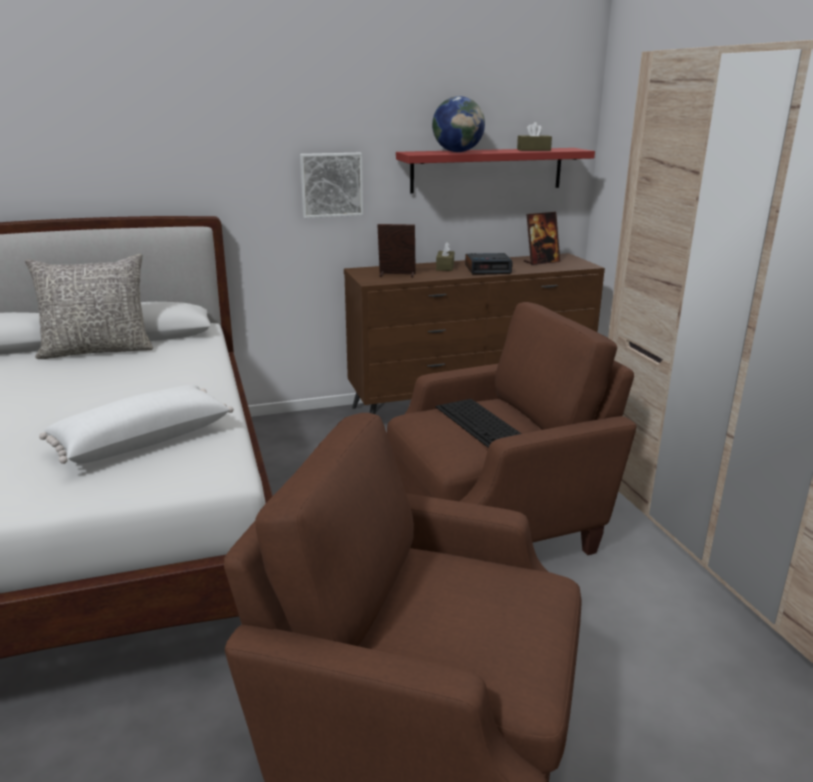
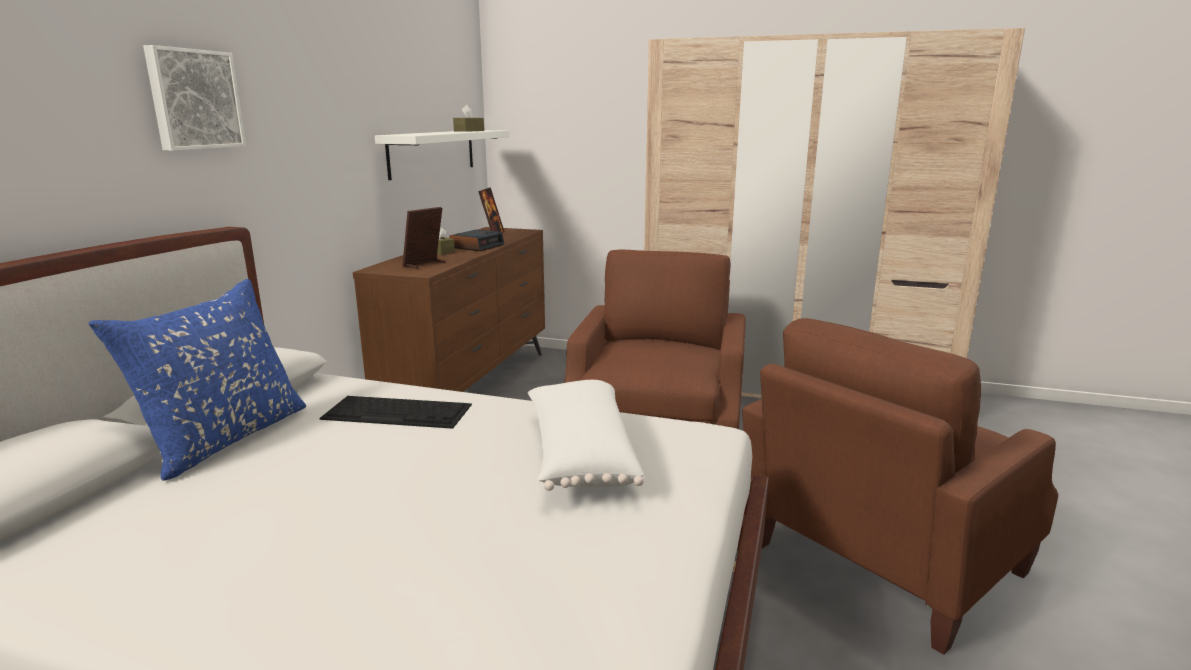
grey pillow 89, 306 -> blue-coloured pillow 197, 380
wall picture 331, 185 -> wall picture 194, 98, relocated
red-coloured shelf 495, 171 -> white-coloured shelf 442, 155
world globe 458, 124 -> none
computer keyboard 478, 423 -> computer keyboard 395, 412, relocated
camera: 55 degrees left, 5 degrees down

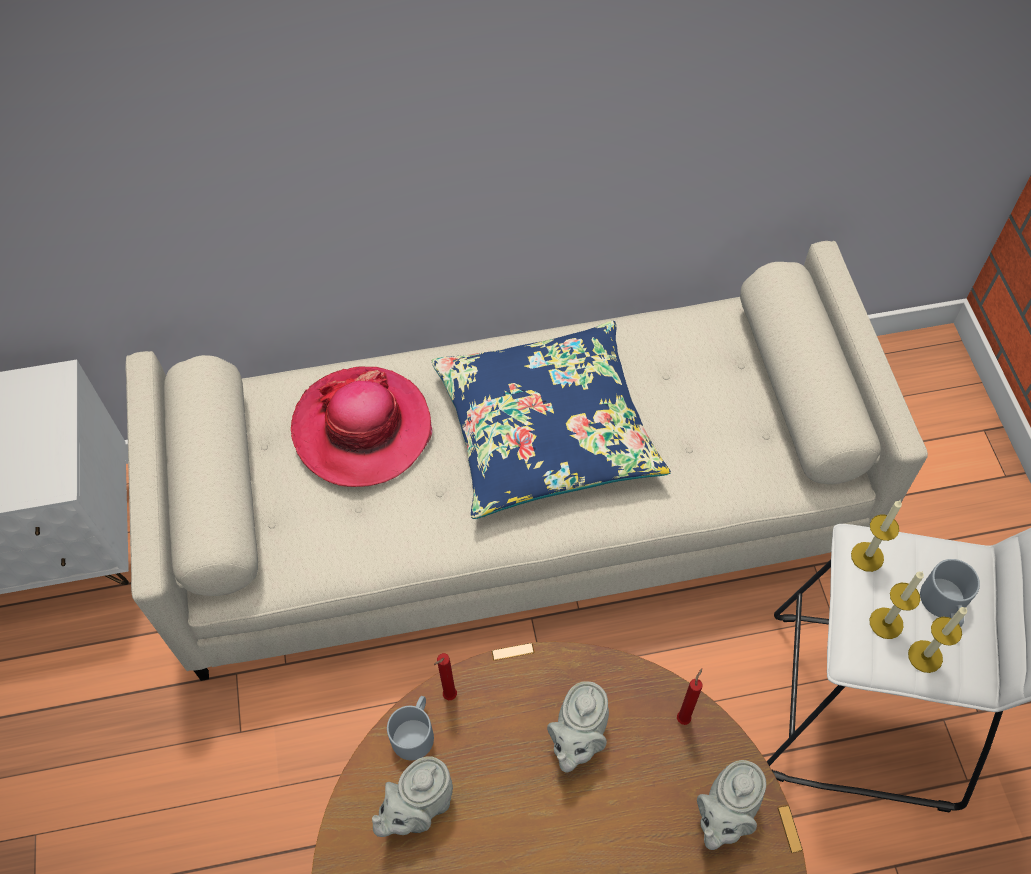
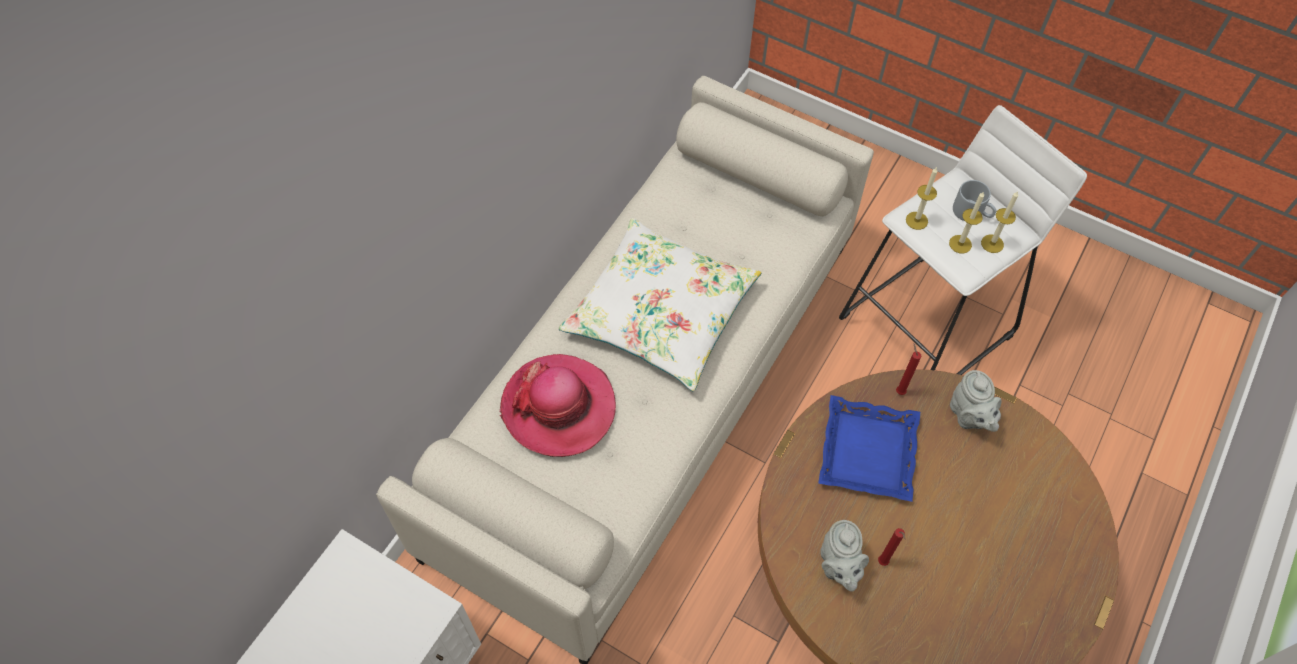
grey tea mug 410, 728 -> none
blue-coloured pillow 551, 420 -> white-coloured pillow 660, 304
red-coloured wax light 445, 676 -> red-coloured wax light 892, 547, relocated
grey teapot 578, 727 -> blue-coloured carrying tray 869, 448
camera: 50 degrees left, 0 degrees up

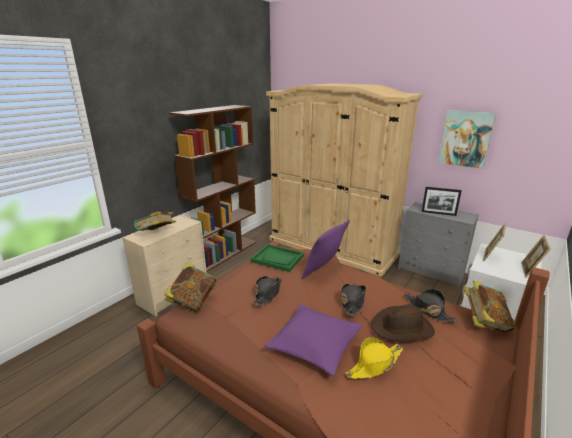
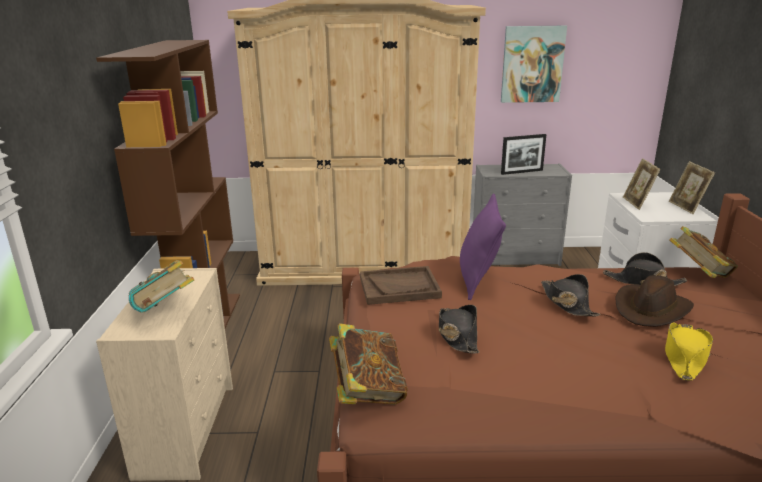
greenish carrying tray 277, 258 -> brown carrying tray 401, 285
purplish pillow 313, 340 -> none
camera: 35 degrees left, 0 degrees up

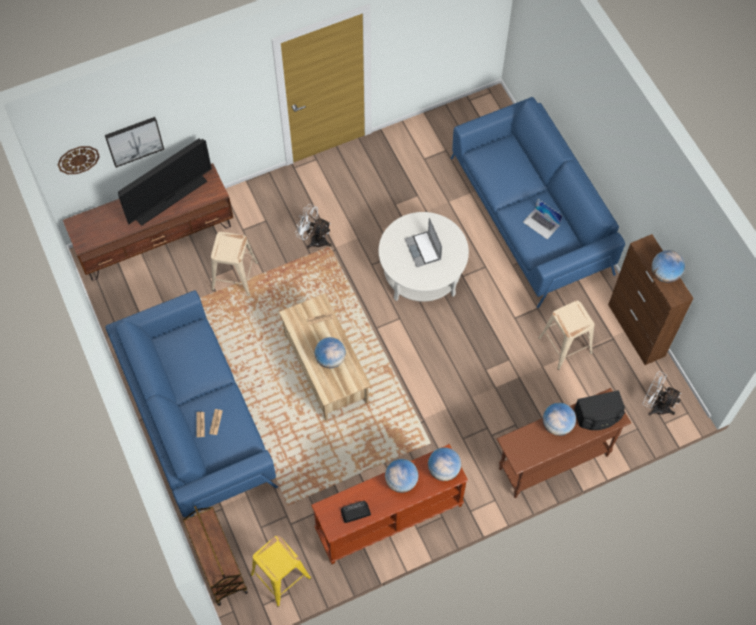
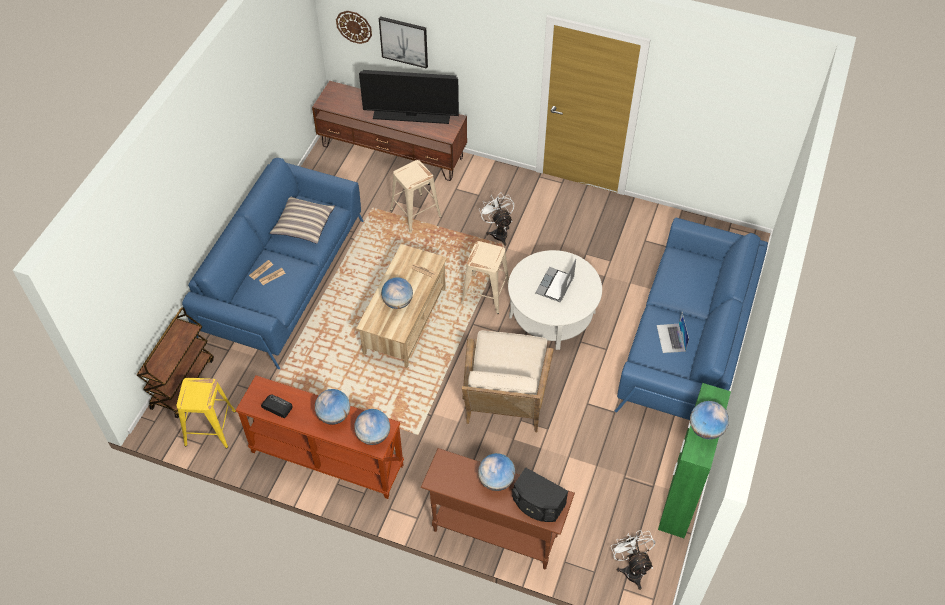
sand-coloured stool seat 566, 335 -> sand-coloured stool seat 485, 277, relocated
brown storage cabinet 650, 299 -> greenish storage cabinet 694, 460
none -> pillow 302, 220
none -> sand-coloured easy chair 508, 381
camera: 45 degrees right, 10 degrees down

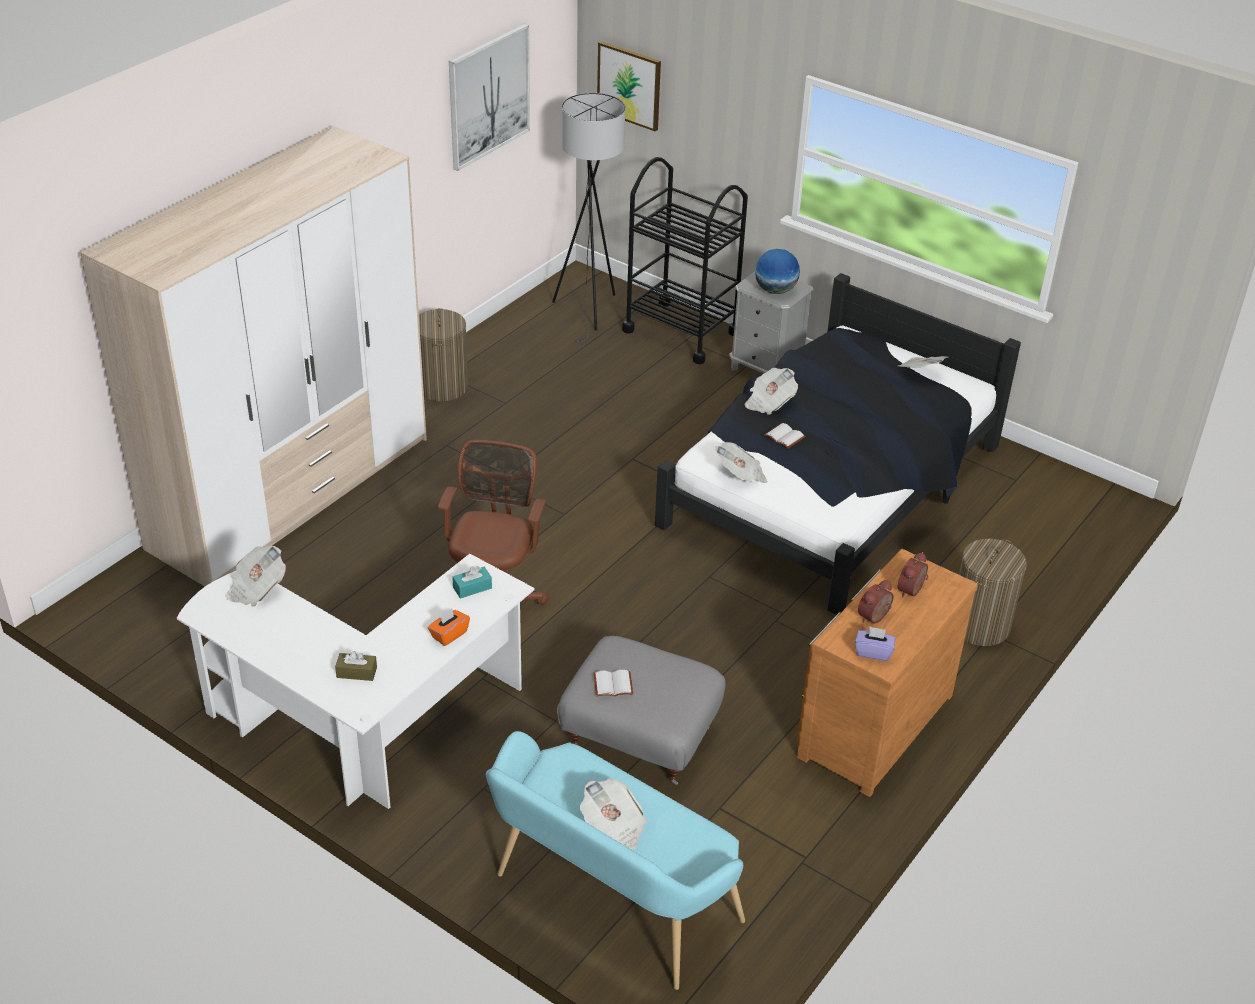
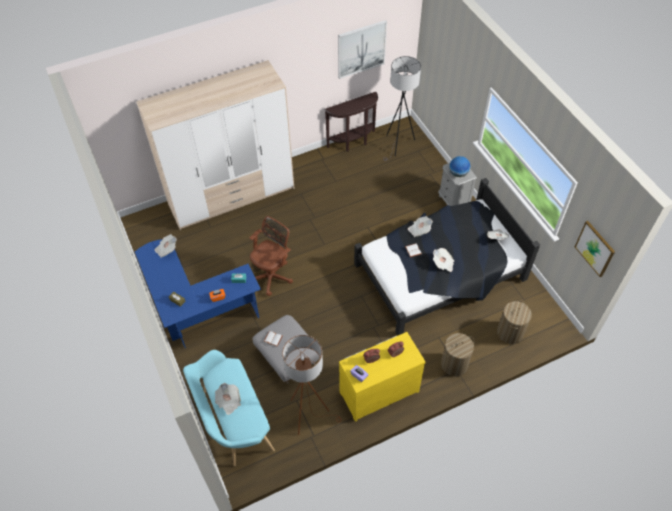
white-coloured desk unit 356, 681 -> blue-coloured desk unit 198, 293
laundry basket 443, 355 -> laundry basket 514, 322, relocated
wall picture 629, 86 -> wall picture 595, 249, relocated
blackish cart 685, 260 -> none
newspaper 741, 462 -> newspaper 443, 260, relocated
brown drawer chest 887, 673 -> yellow-coloured drawer chest 382, 377
none -> brown floor lamp 312, 385
none -> brown narrow table 351, 122
camera: 30 degrees right, 15 degrees up

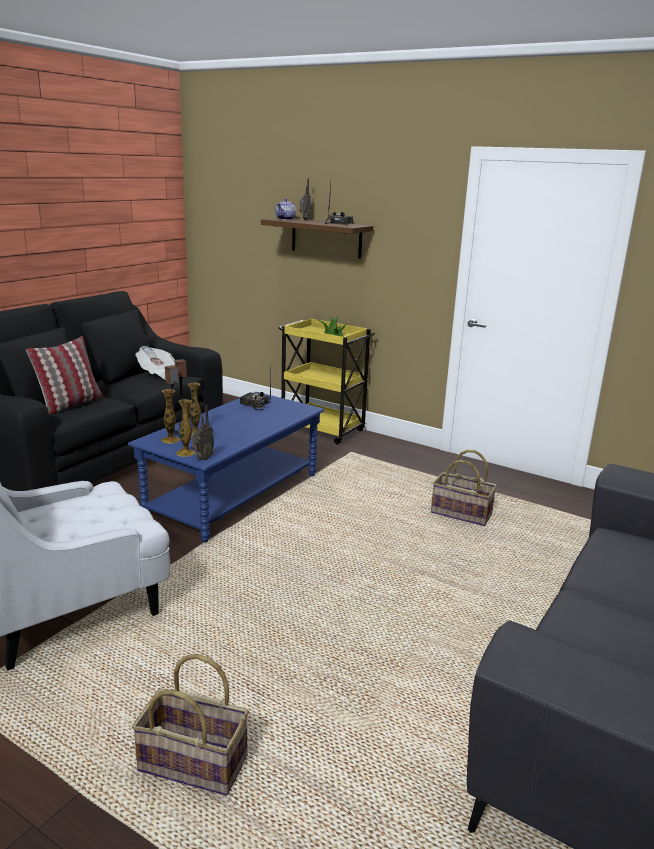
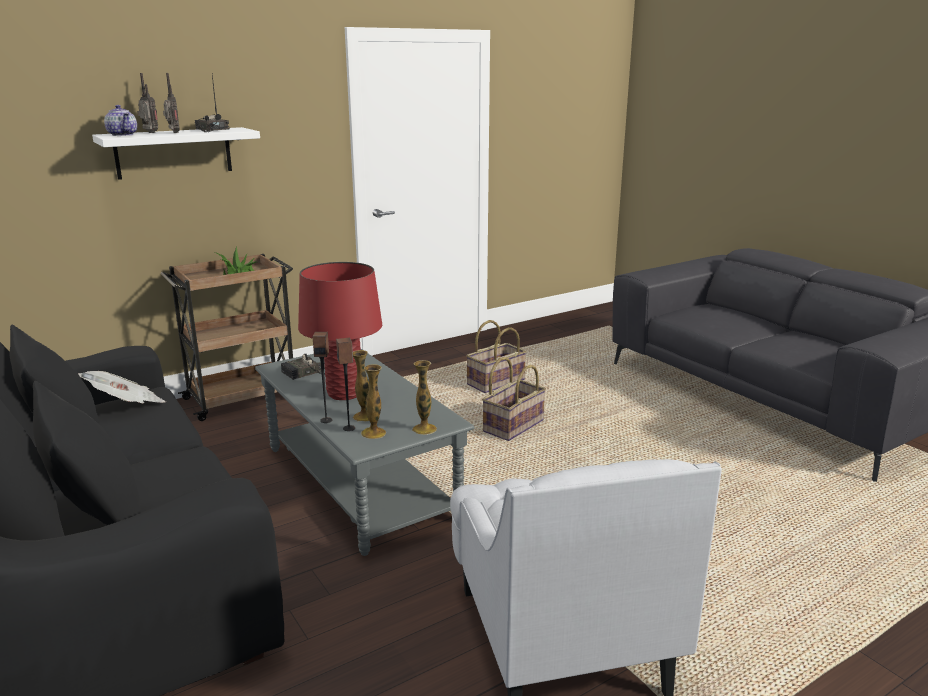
pillow 64, 375 -> none
blue-coloured coffee table 226, 467 -> grey coffee table 365, 452
basket 190, 725 -> basket 514, 399, relocated
radio receiver 202, 432 -> radio receiver 171, 103, relocated
brown shelf 317, 238 -> white-coloured shelf 176, 153
yellow-coloured cart 326, 381 -> brown cart 227, 337
none -> red-coloured table lamp 340, 331
camera: 65 degrees left, 0 degrees up

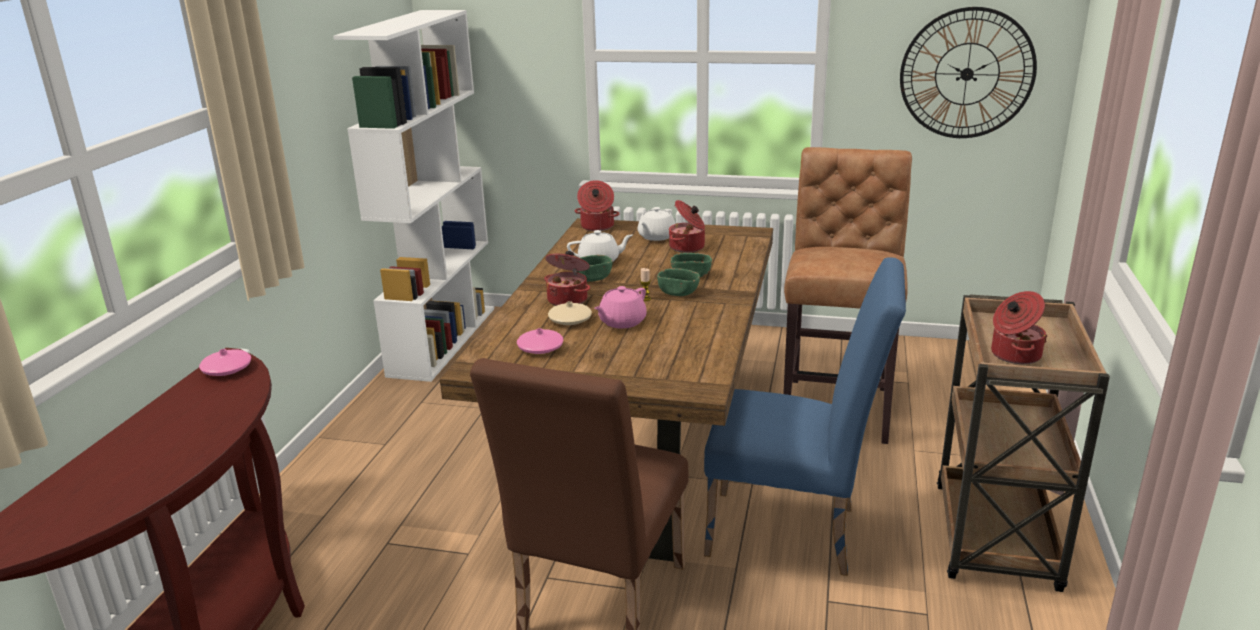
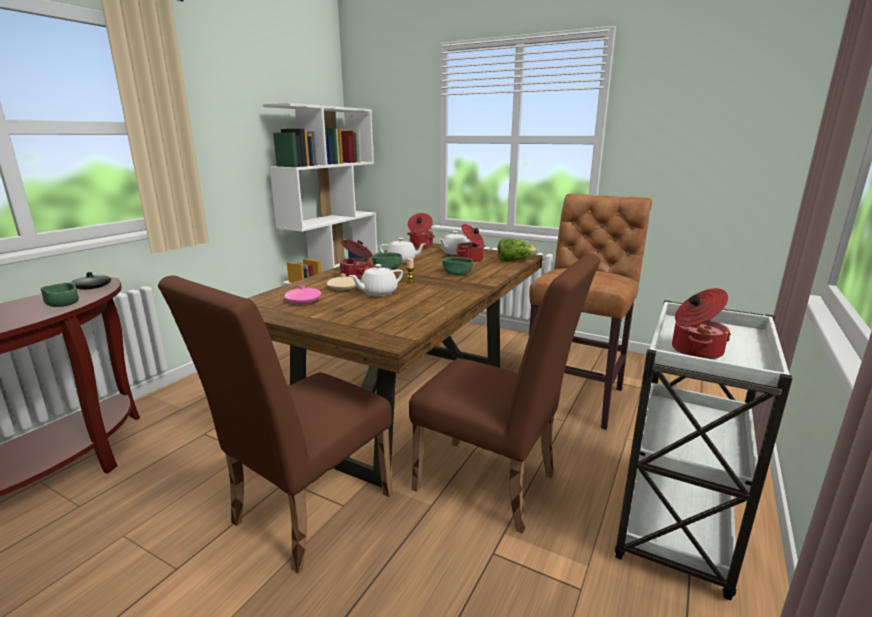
pinkish vase 225, 362 -> blackish vase 91, 281
pinkish teapot 620, 307 -> white-coloured teapot 376, 280
greenish deep dish 678, 282 -> greenish deep dish 60, 295, relocated
blue-coloured chair 805, 416 -> brown chair 505, 393
hanging clock 968, 72 -> none
brown cart 1023, 443 -> white-coloured cart 704, 450
none -> lettuce head 517, 250
camera: 15 degrees right, 5 degrees down

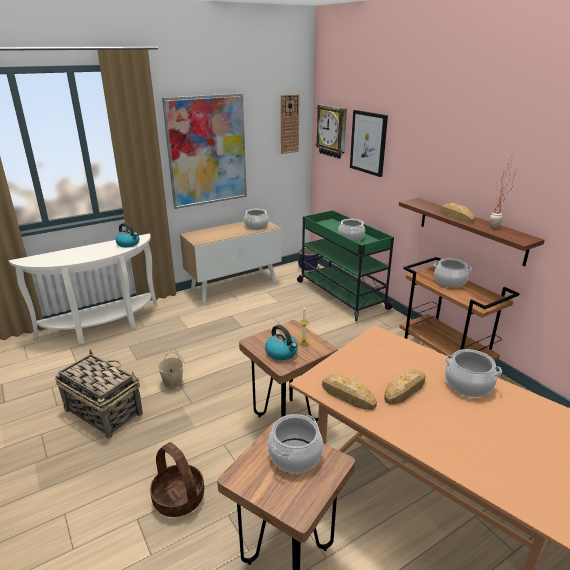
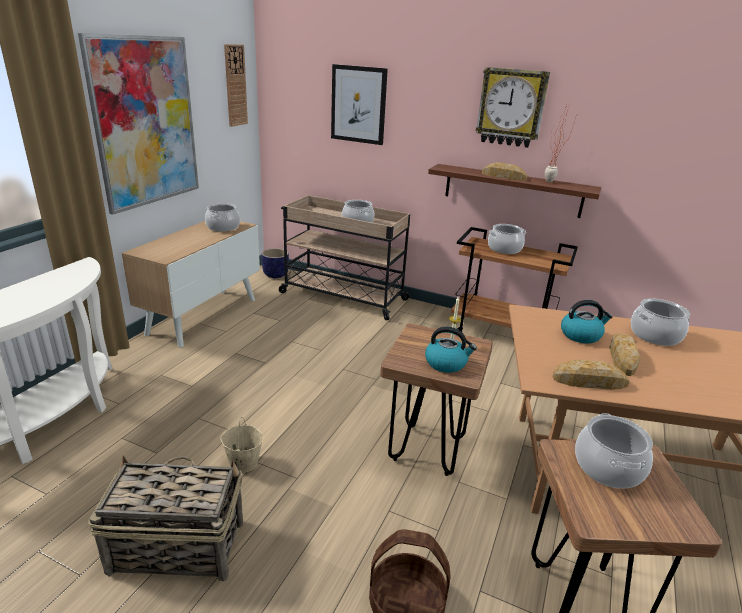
water kettle 127, 235 -> water kettle 586, 322, relocated
greenish cart 345, 265 -> sand-coloured cart 345, 258
hanging clock 331, 132 -> hanging clock 513, 107, relocated
camera: 35 degrees left, 0 degrees up

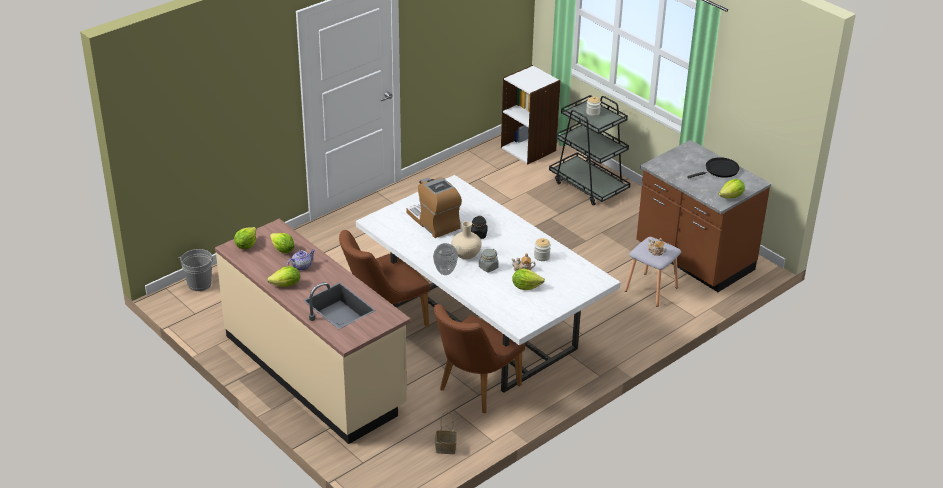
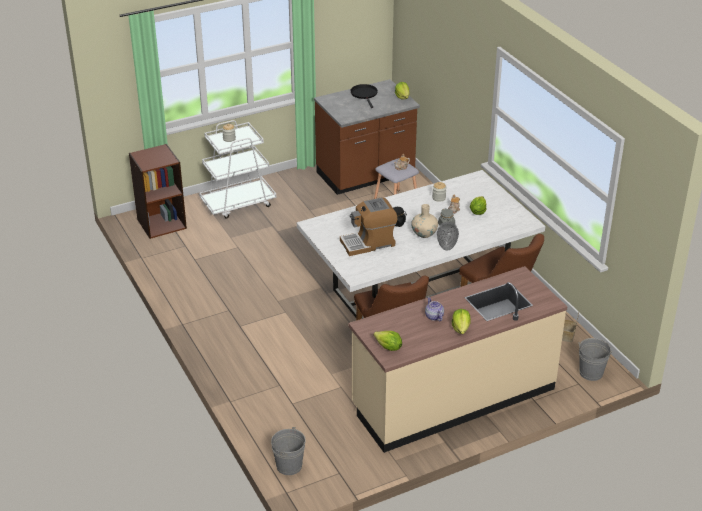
lettuce head 282, 243 -> none
white-coloured bookcase 531, 114 -> brown bookcase 158, 191
blackish cart 589, 150 -> white-coloured cart 237, 169
none -> grey bucket 595, 359
camera: 75 degrees left, 0 degrees up

